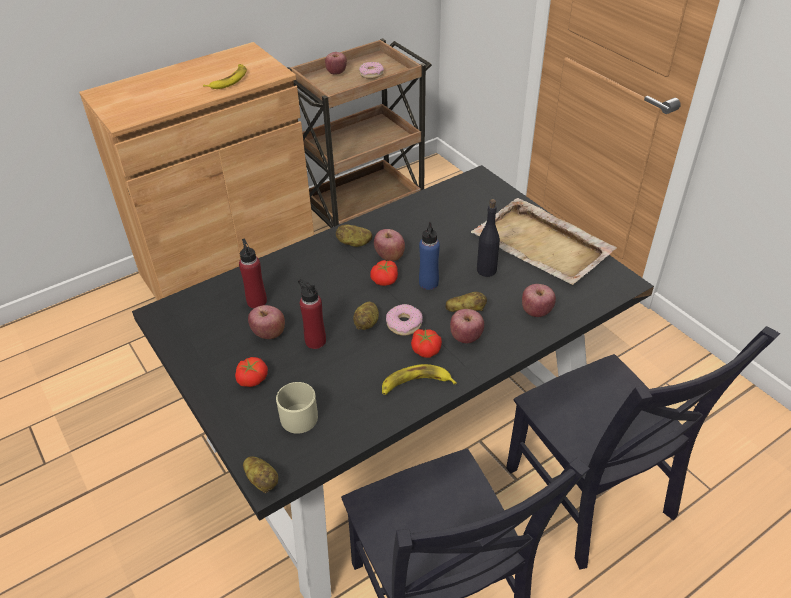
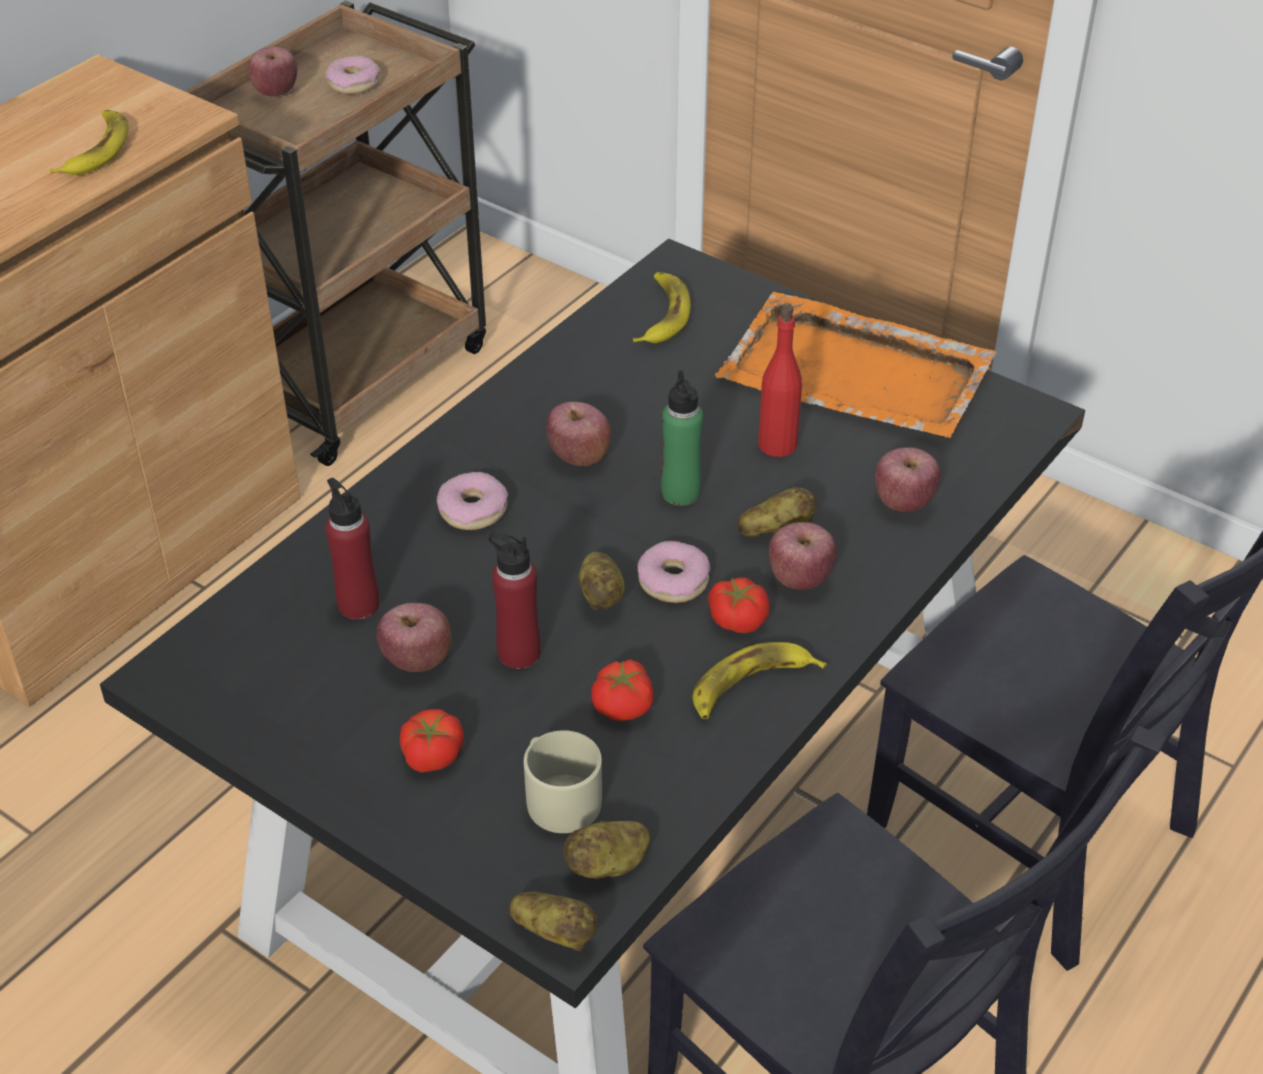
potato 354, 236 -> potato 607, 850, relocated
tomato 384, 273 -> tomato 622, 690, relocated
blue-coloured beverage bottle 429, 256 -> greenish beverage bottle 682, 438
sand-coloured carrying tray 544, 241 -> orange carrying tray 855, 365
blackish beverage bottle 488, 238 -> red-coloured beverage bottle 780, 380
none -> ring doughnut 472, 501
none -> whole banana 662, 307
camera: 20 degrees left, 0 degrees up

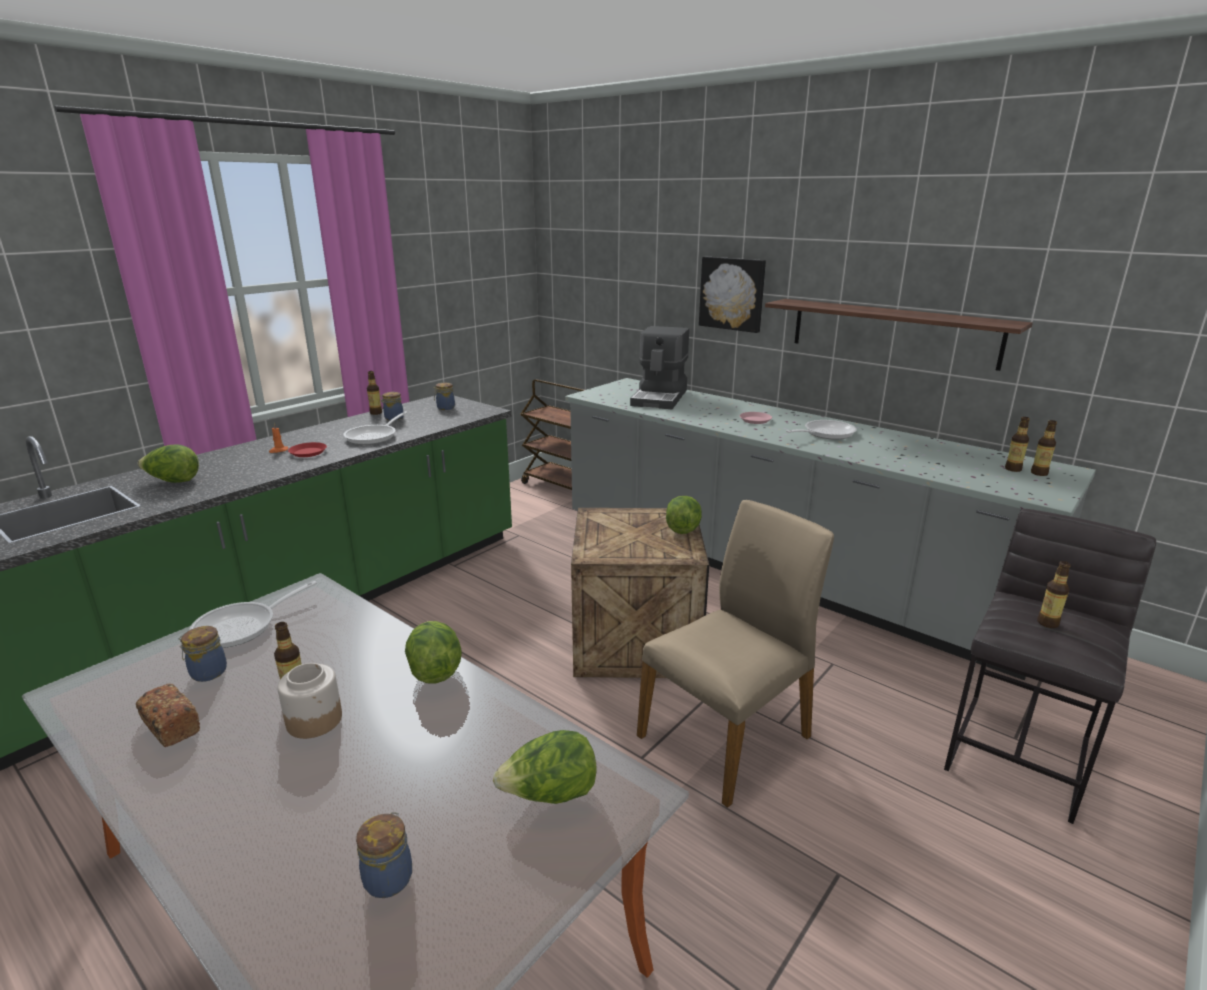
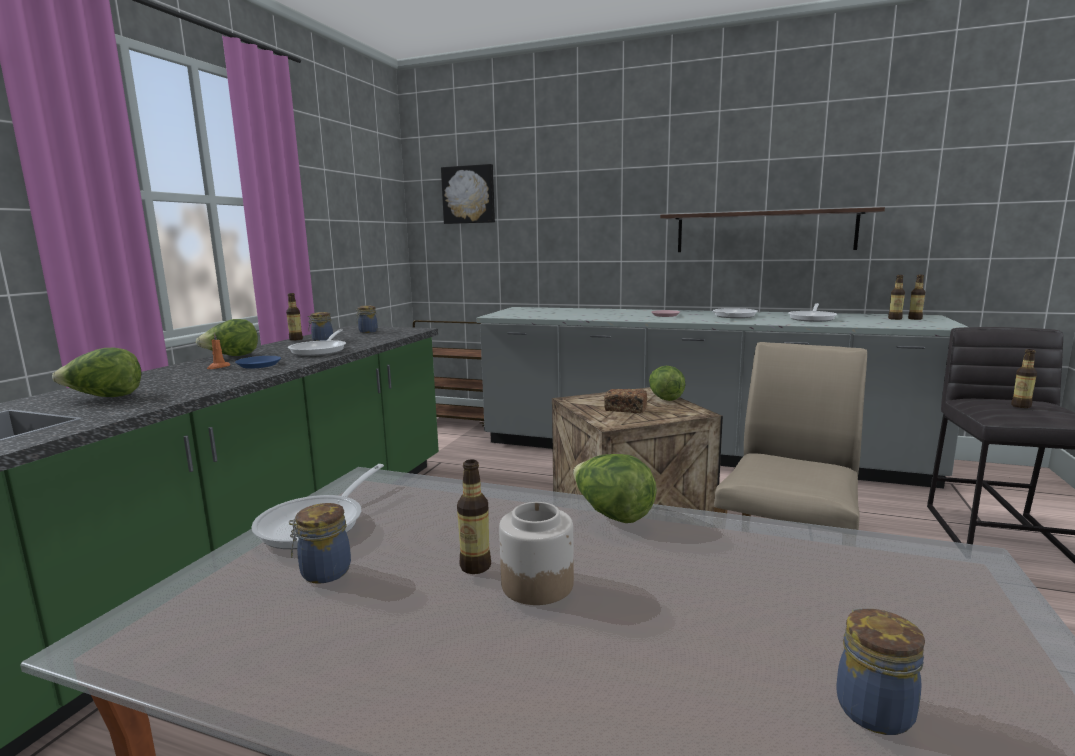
bread 168, 715 -> bread 625, 401, relocated
red-coloured dinner plate 307, 449 -> blue-coloured dinner plate 258, 362
lettuce head 545, 767 -> lettuce head 227, 337, relocated
coffee maker 659, 367 -> none
wall picture 732, 295 -> wall picture 468, 194, relocated
none -> frying pan 812, 312
camera: 20 degrees left, 10 degrees down

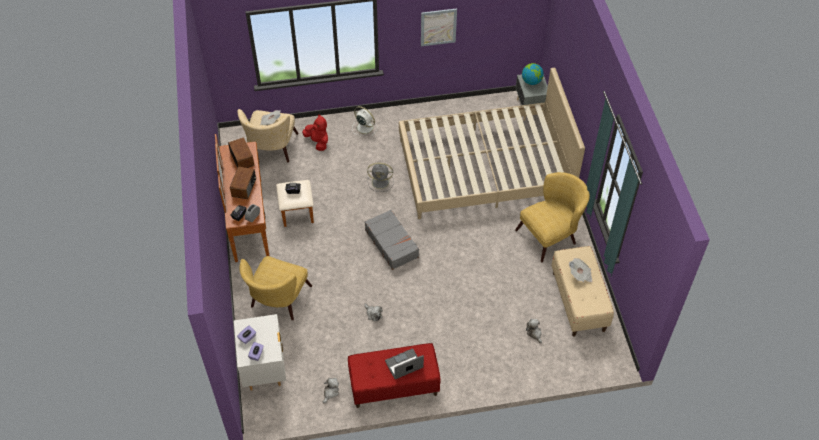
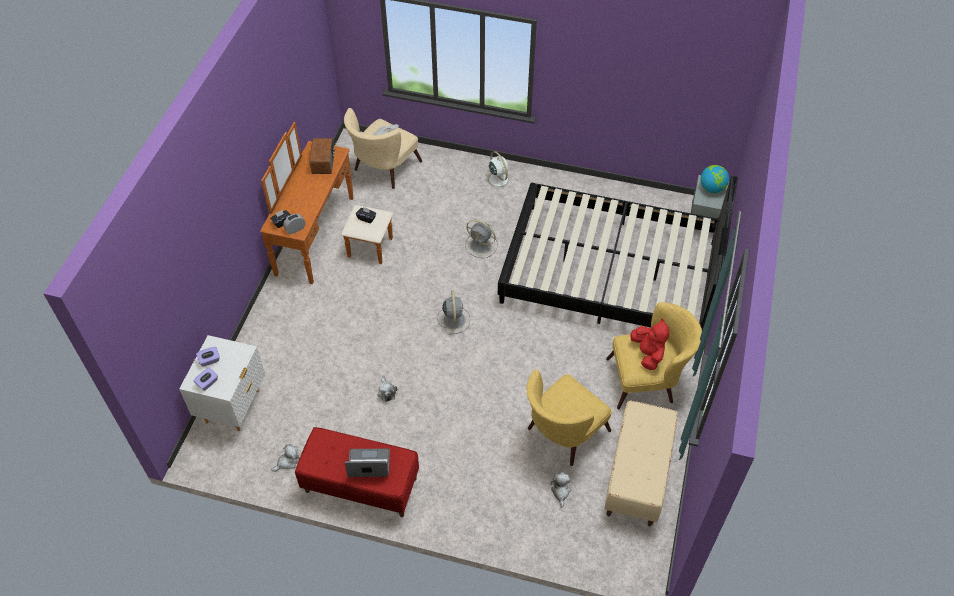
radio receiver 243, 182 -> none
yellow-coloured easy chair 276, 288 -> yellow-coloured easy chair 569, 417, relocated
red-coloured soft toy 315, 132 -> red-coloured soft toy 649, 344, relocated
grey suitcase 392, 240 -> grey electric fan 453, 312
sand-coloured sleeping bed 492, 143 -> blackish sleeping bed 618, 253
wall picture 439, 27 -> none
newspaper 580, 270 -> none
camera: 25 degrees right, 0 degrees up

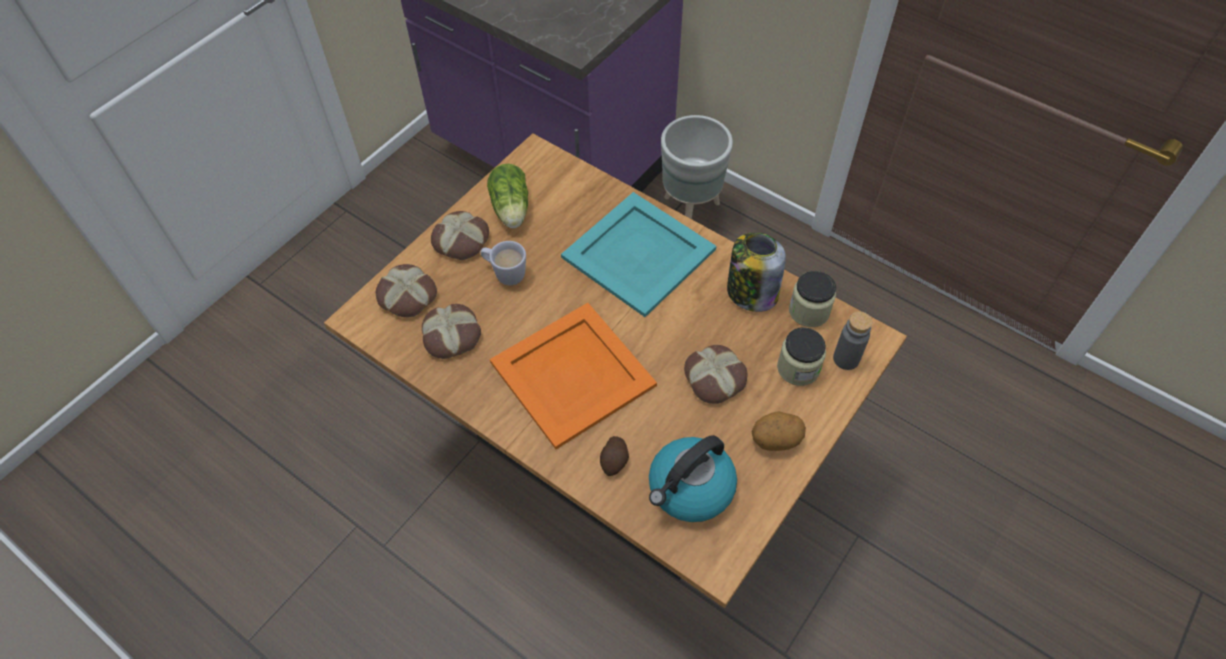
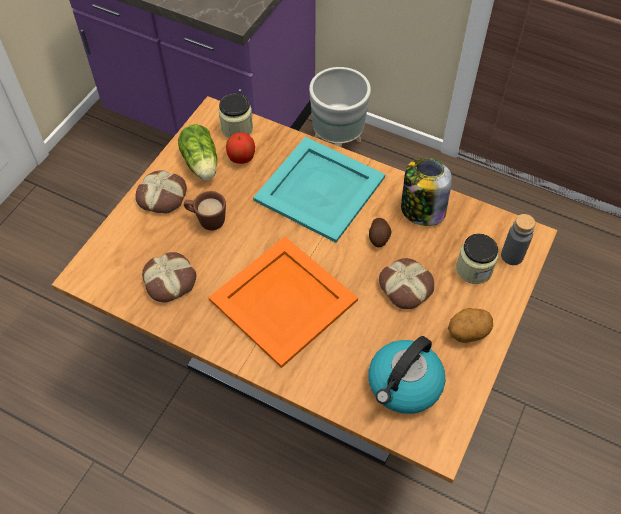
bread 406, 290 -> none
white-coloured tea mug 503, 263 -> brown tea mug 205, 210
potato 614, 456 -> potato 380, 233, relocated
preserve jar 812, 299 -> preserve jar 236, 116, relocated
none -> apple 240, 148
camera: 10 degrees left, 0 degrees up

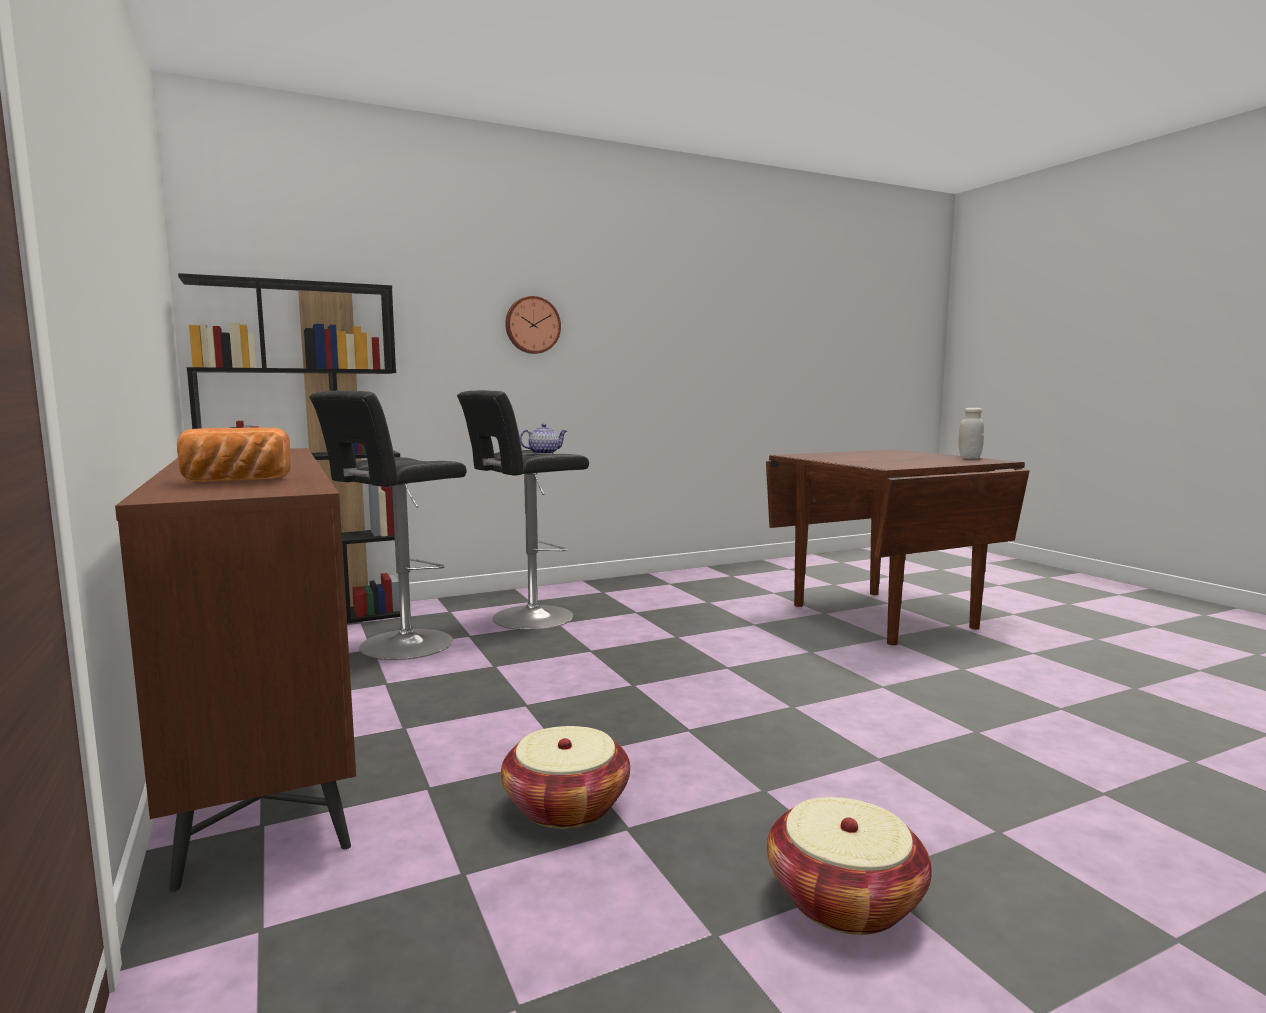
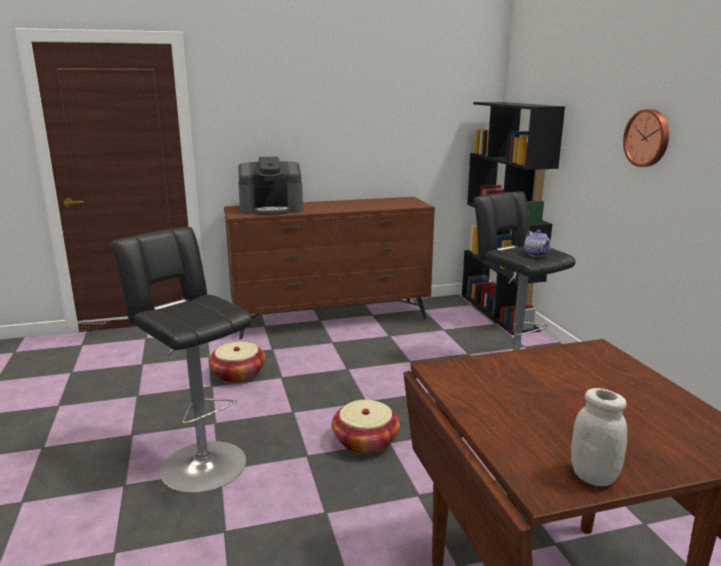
bread 234, 454 -> coffee maker 270, 186
blackish stool seat 388, 525 -> blackish stool seat 181, 360, relocated
basket 849, 866 -> basket 366, 427, relocated
camera: 100 degrees right, 10 degrees up

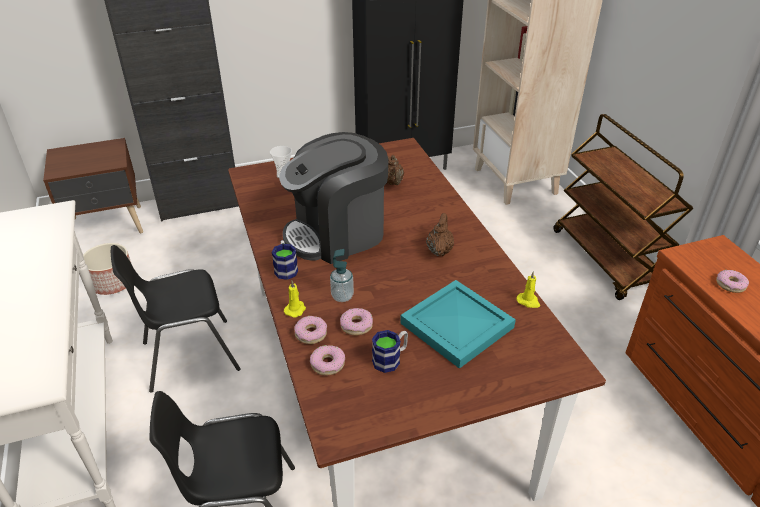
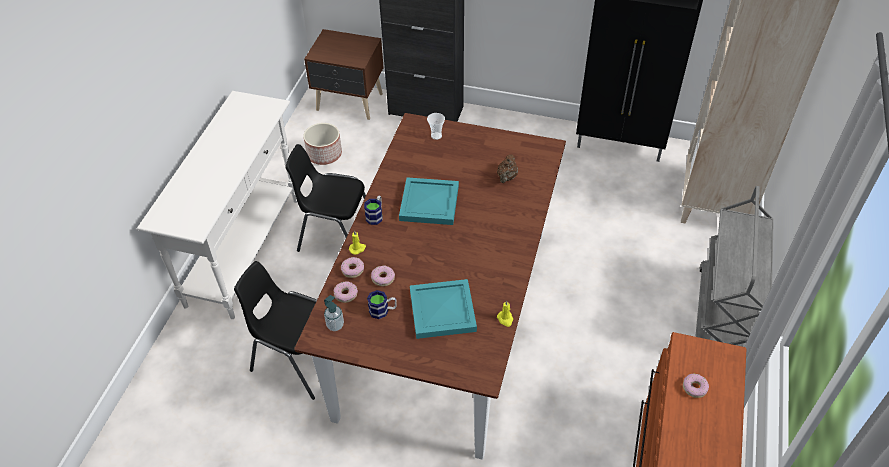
coffee maker 333, 198 -> turquoise carrying tray 429, 201
liquid soap bottle 342, 275 -> liquid soap bottle 334, 313, relocated
brown teapot 440, 234 -> none
brown cart 623, 207 -> grey cart 734, 266
camera: 35 degrees right, 10 degrees up

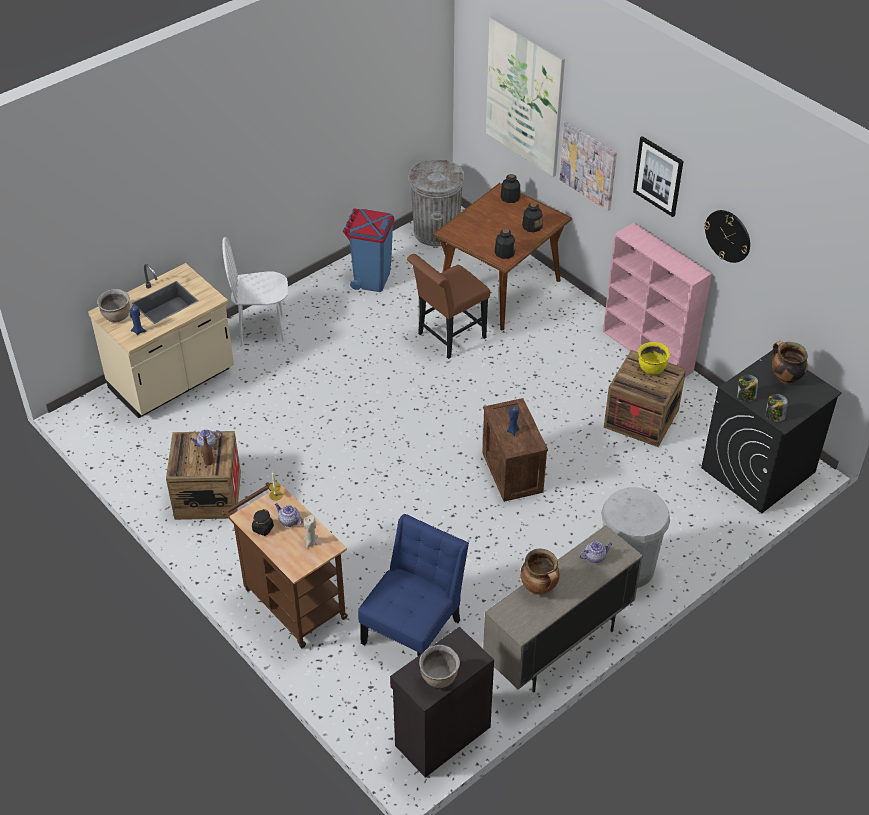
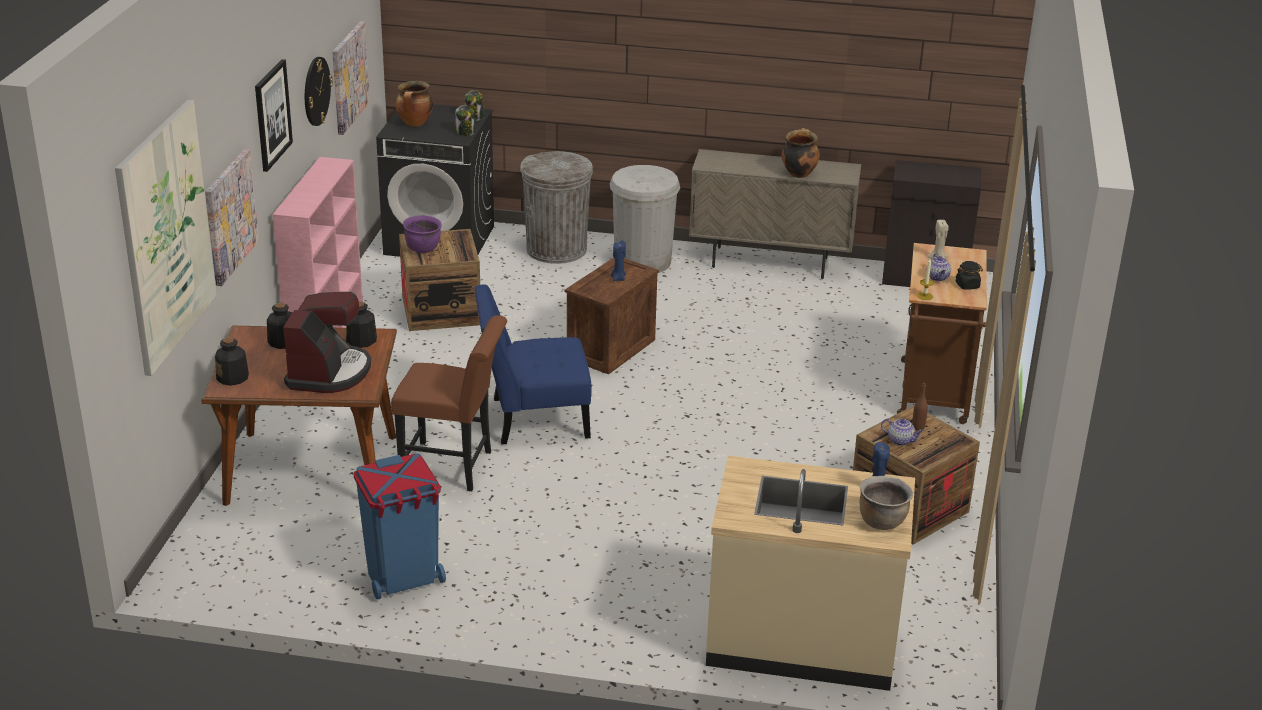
white-coloured chair 255, 291 -> none
blue-coloured chair 413, 585 -> blue-coloured chair 533, 364, relocated
grey trash can 436, 203 -> grey trash can 556, 207, relocated
brown saucepot 439, 666 -> none
teapot 595, 552 -> none
yellow-coloured saucepot 654, 358 -> purplish saucepot 422, 234
none -> coffee maker 327, 342
none -> wall picture 351, 78
camera: 130 degrees left, 15 degrees down

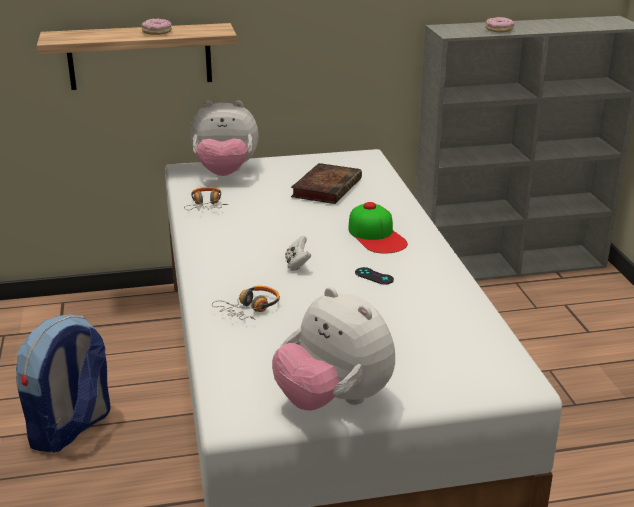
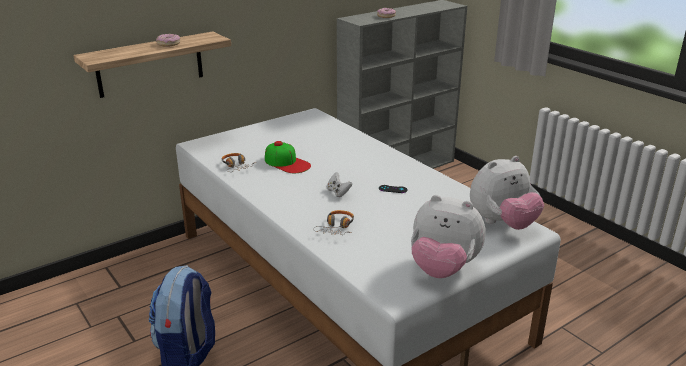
soft toy 224, 138 -> soft toy 507, 193, relocated
bound book 326, 183 -> none
cap 378, 228 -> cap 288, 157, relocated
camera: 25 degrees left, 0 degrees up

